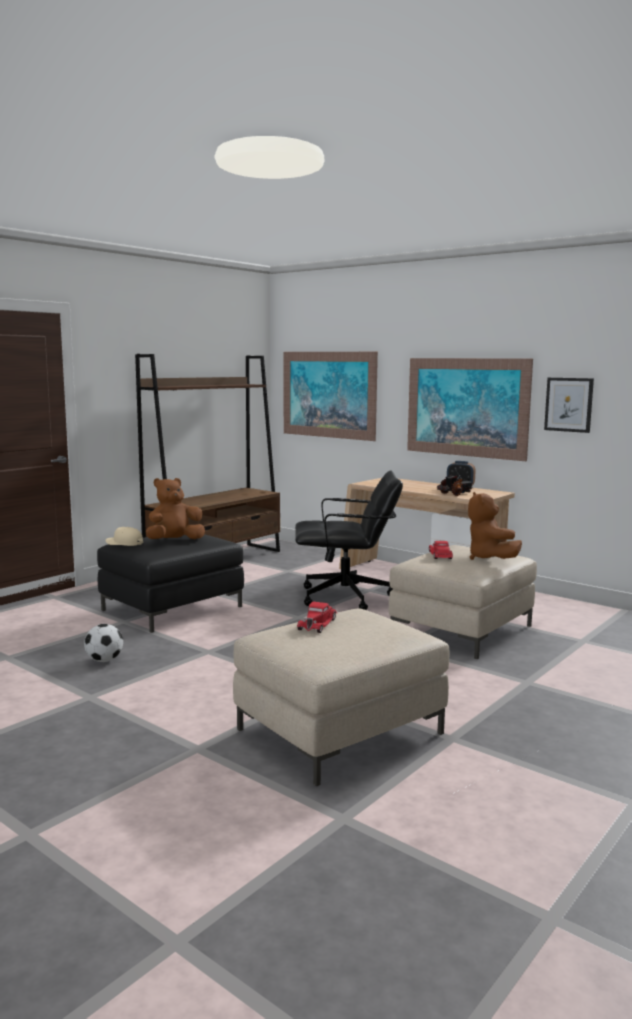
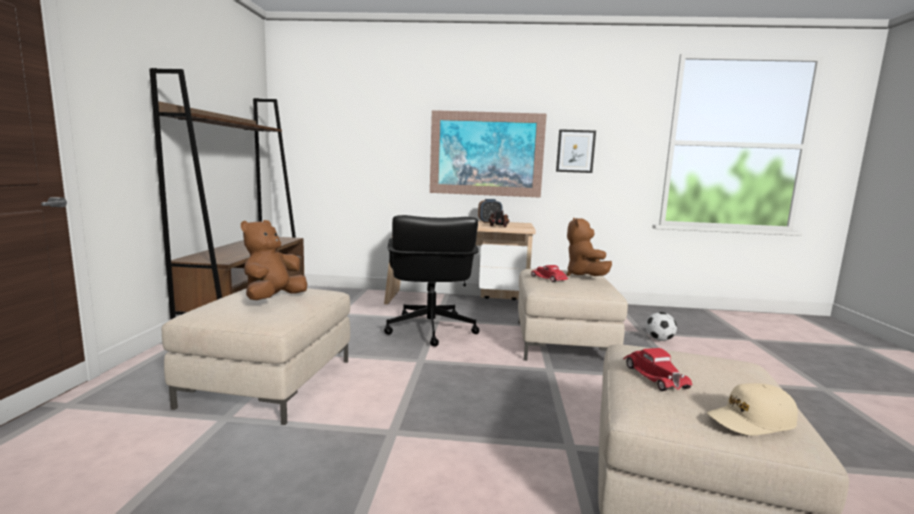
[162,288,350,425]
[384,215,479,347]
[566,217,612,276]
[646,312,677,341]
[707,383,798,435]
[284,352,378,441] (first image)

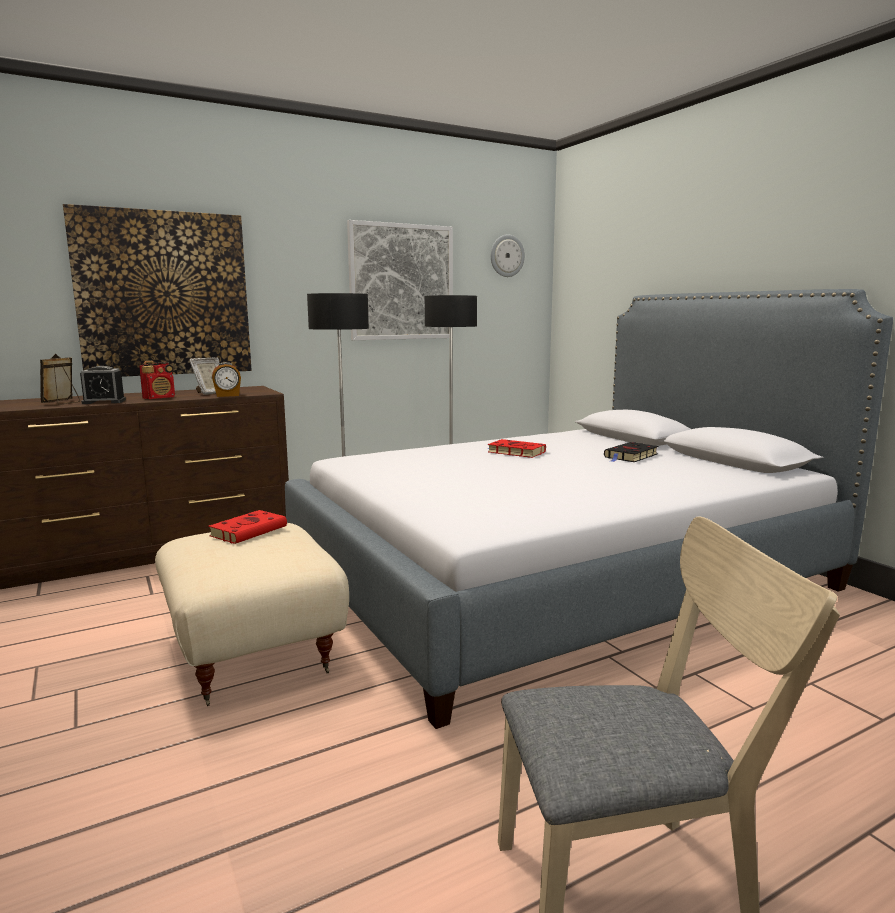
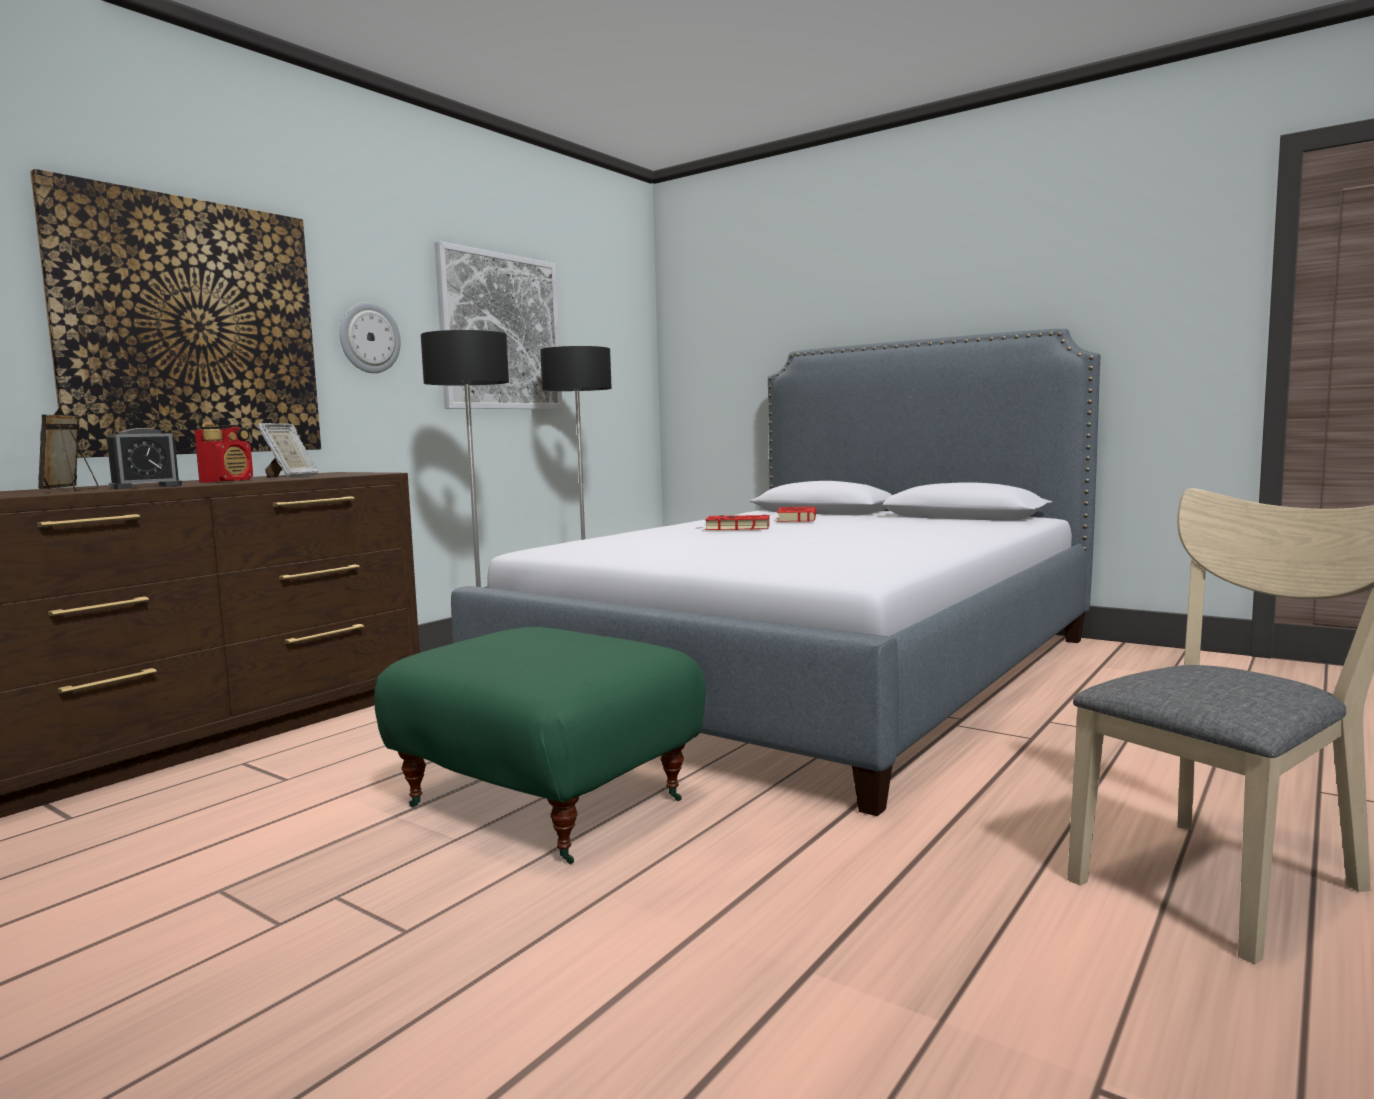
[340,302,401,373]
[374,627,705,864]
[777,506,816,522]
[212,362,241,397] (first image)
[604,442,658,462] (first image)

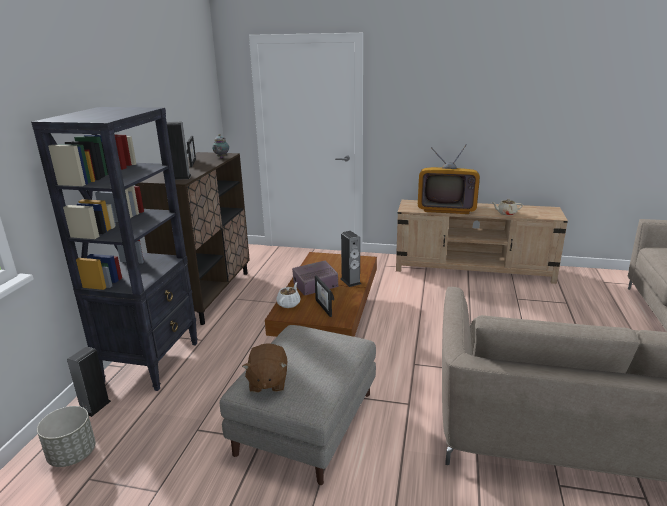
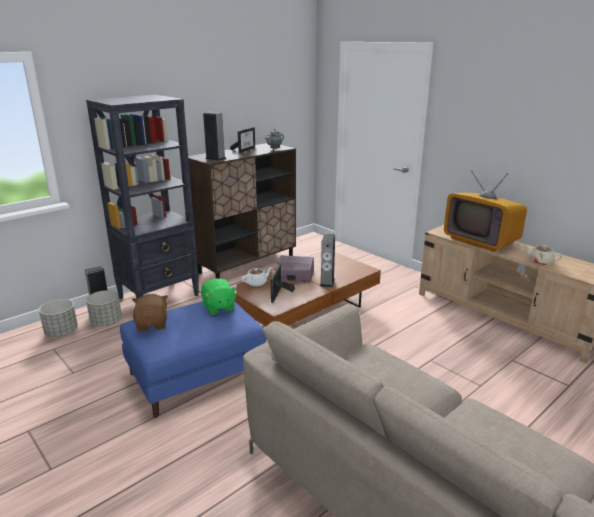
[86,290,122,327]
[120,301,266,418]
[132,294,168,331]
[201,278,237,315]

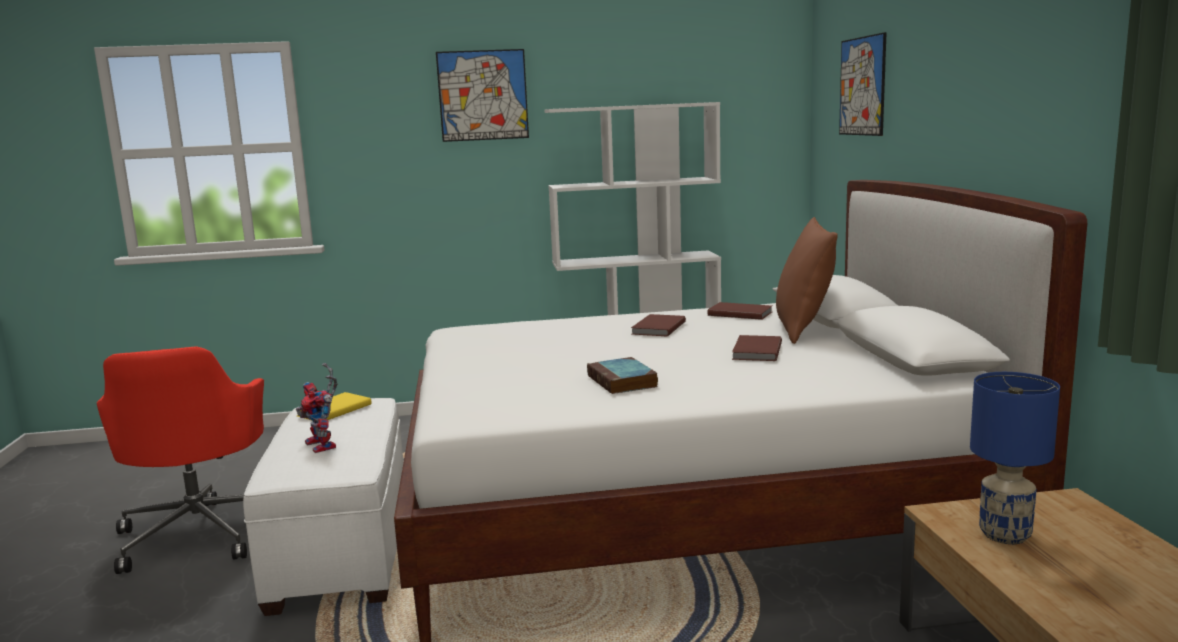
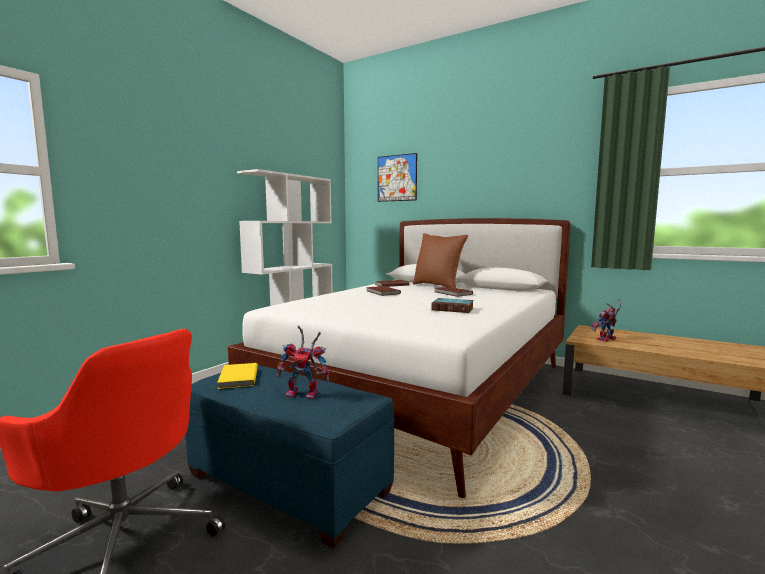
[185,365,395,549]
[591,299,621,342]
[436,49,529,142] (first image)

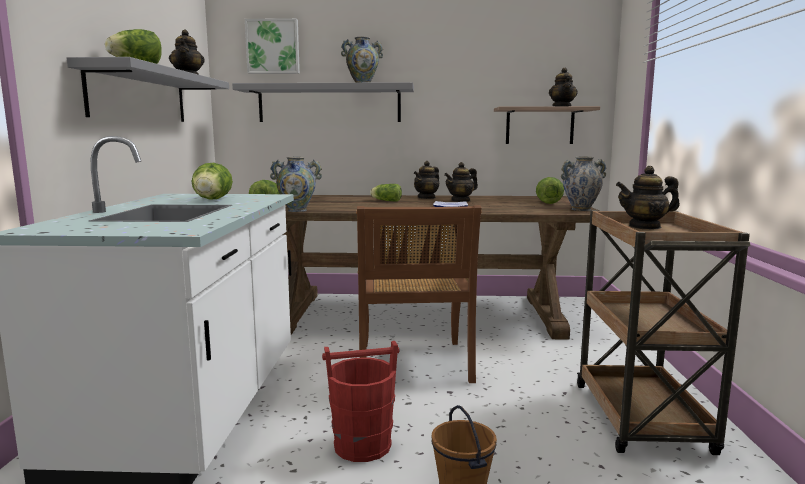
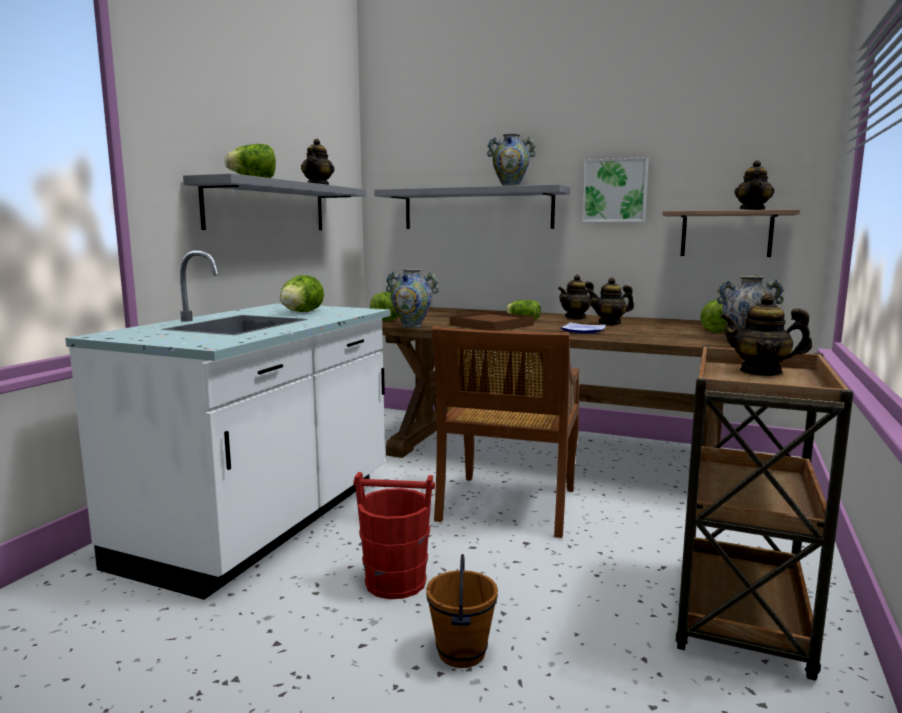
[450,311,534,331]
[582,157,649,222]

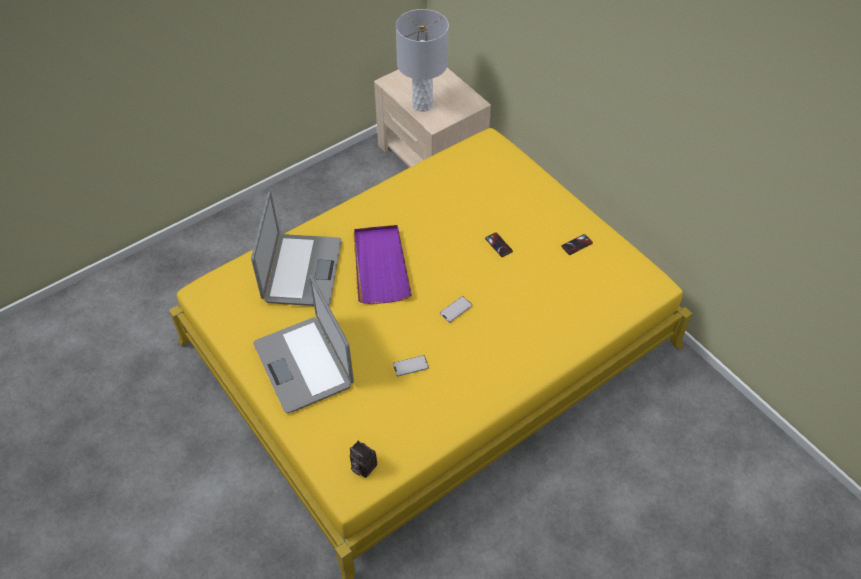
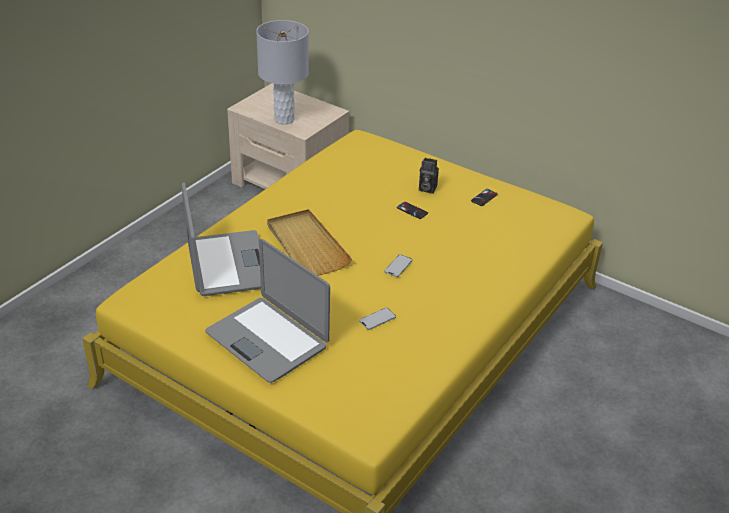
[267,209,352,276]
[419,158,439,194]

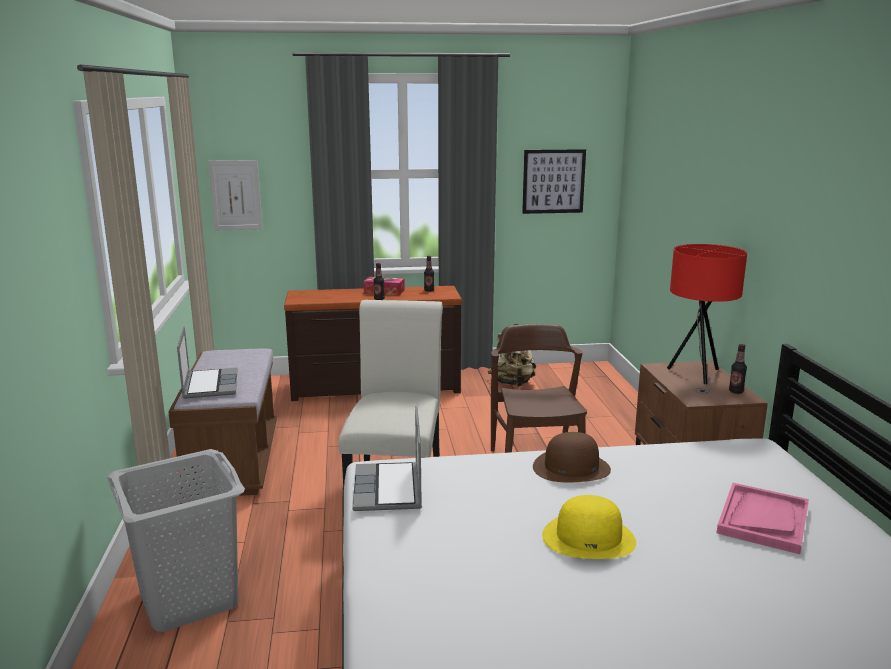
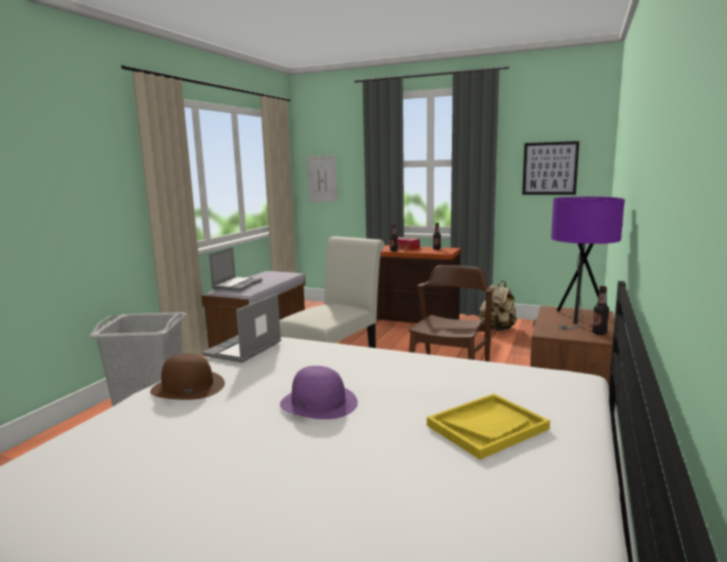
[150,353,225,400]
[280,366,358,419]
[427,394,550,460]
[551,197,625,330]

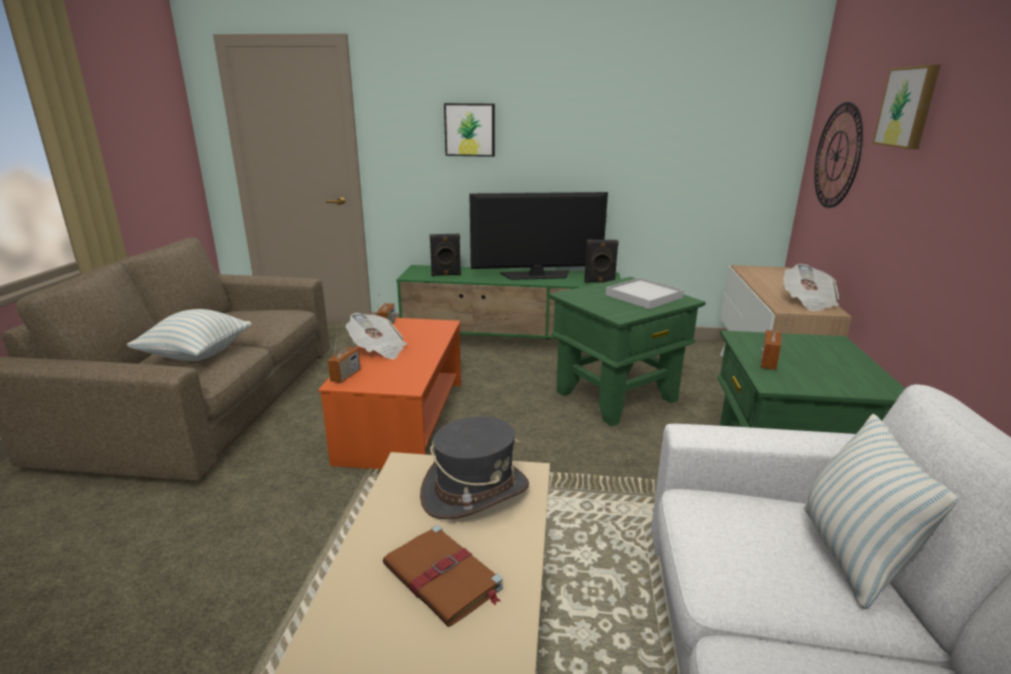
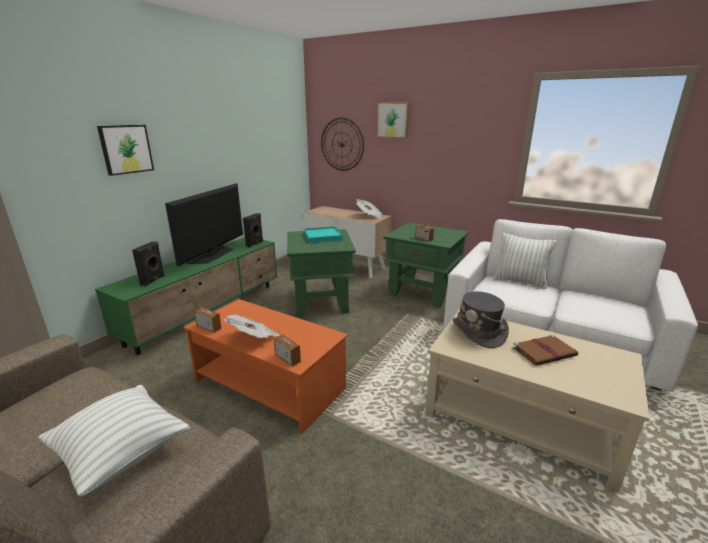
[304,226,342,243]

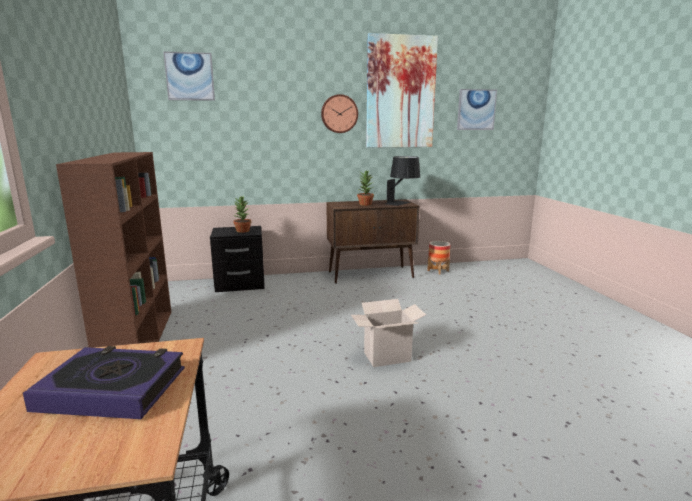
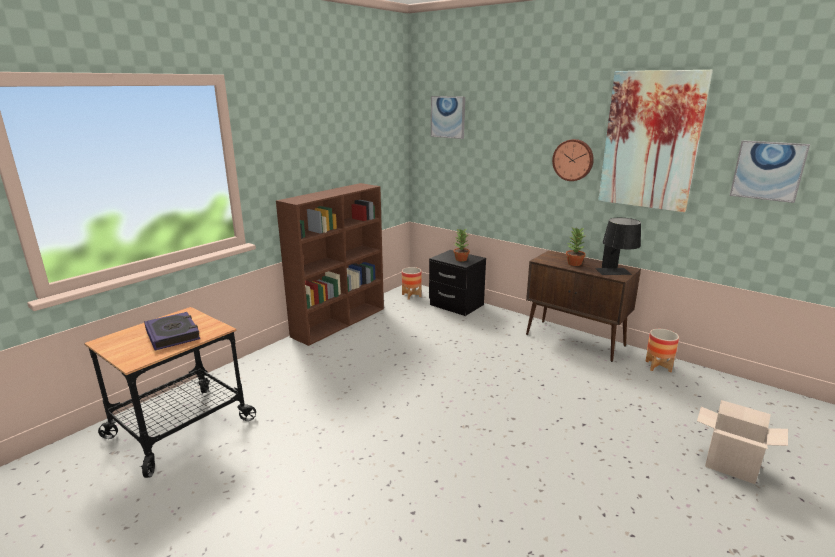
[402,267,422,300]
[697,400,788,484]

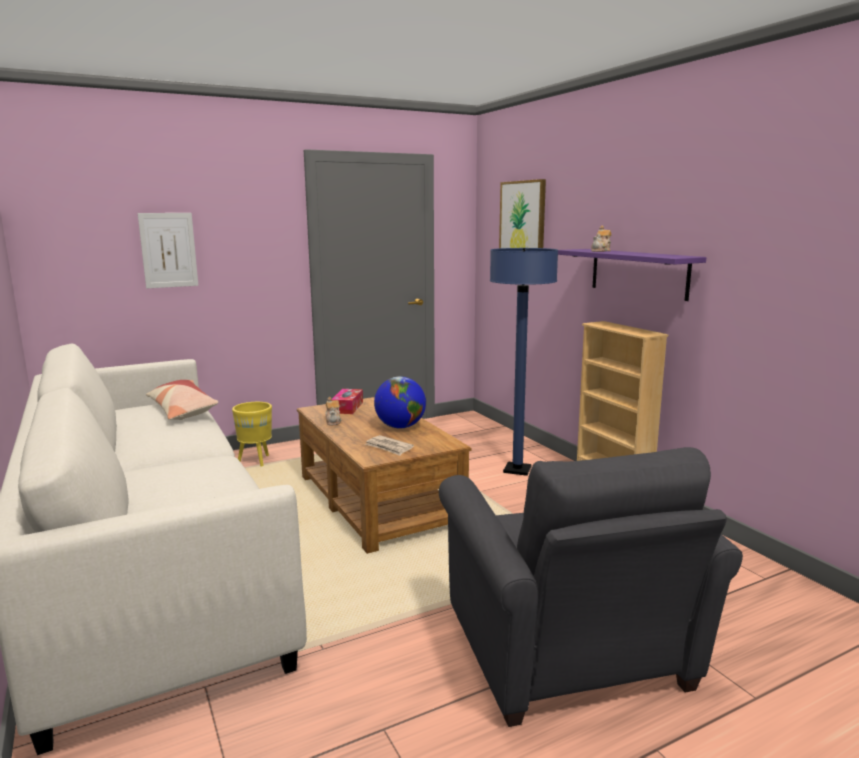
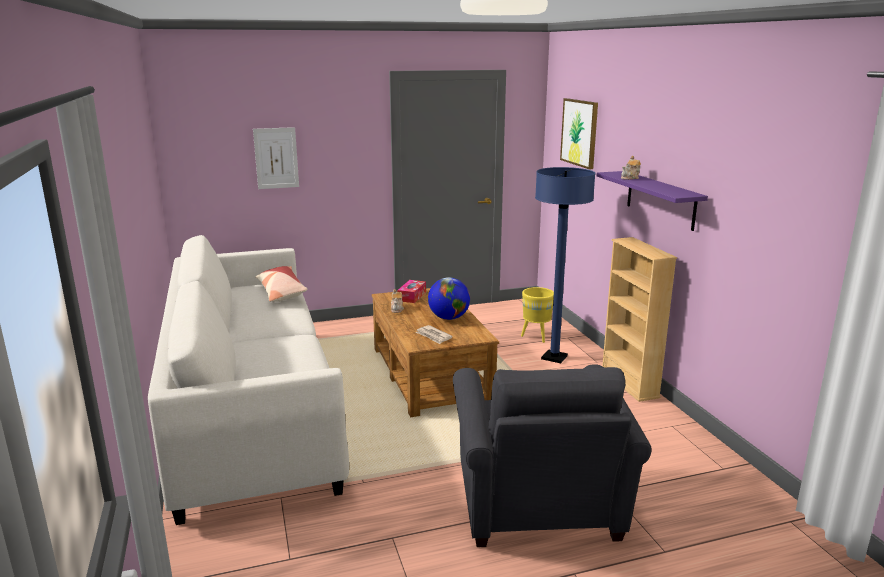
[521,287,554,343]

